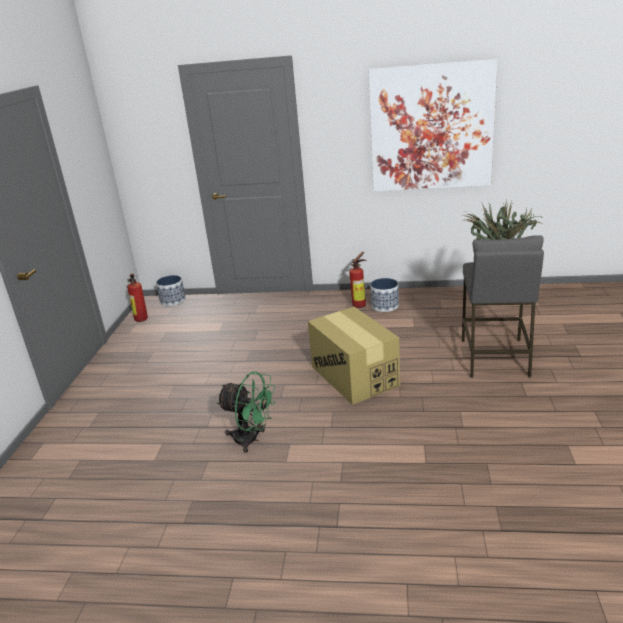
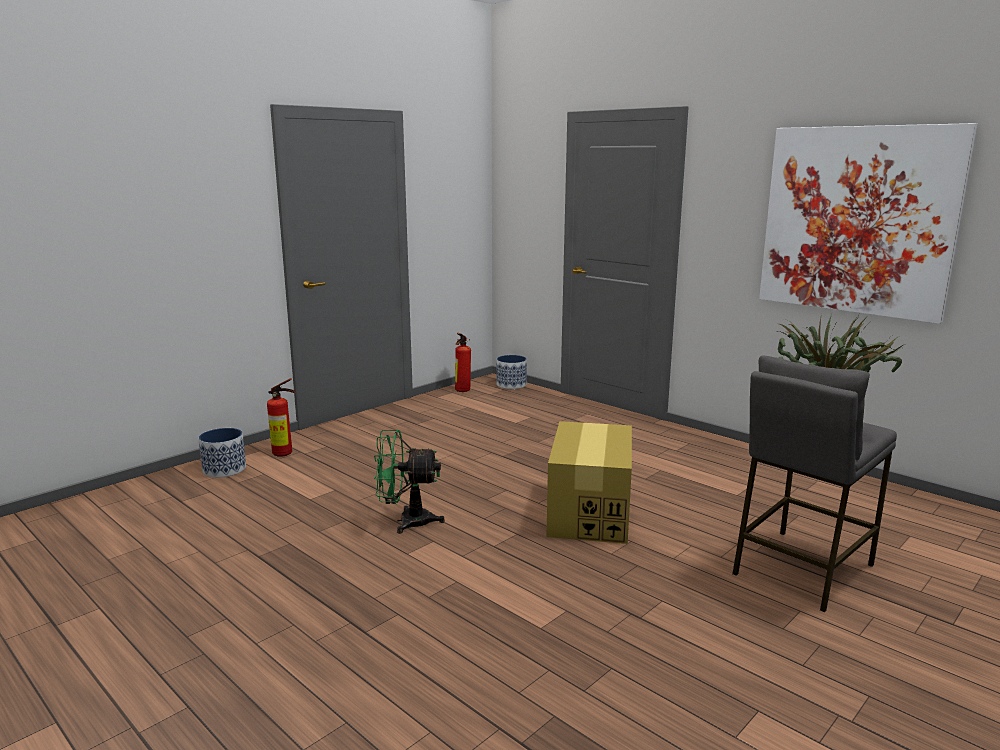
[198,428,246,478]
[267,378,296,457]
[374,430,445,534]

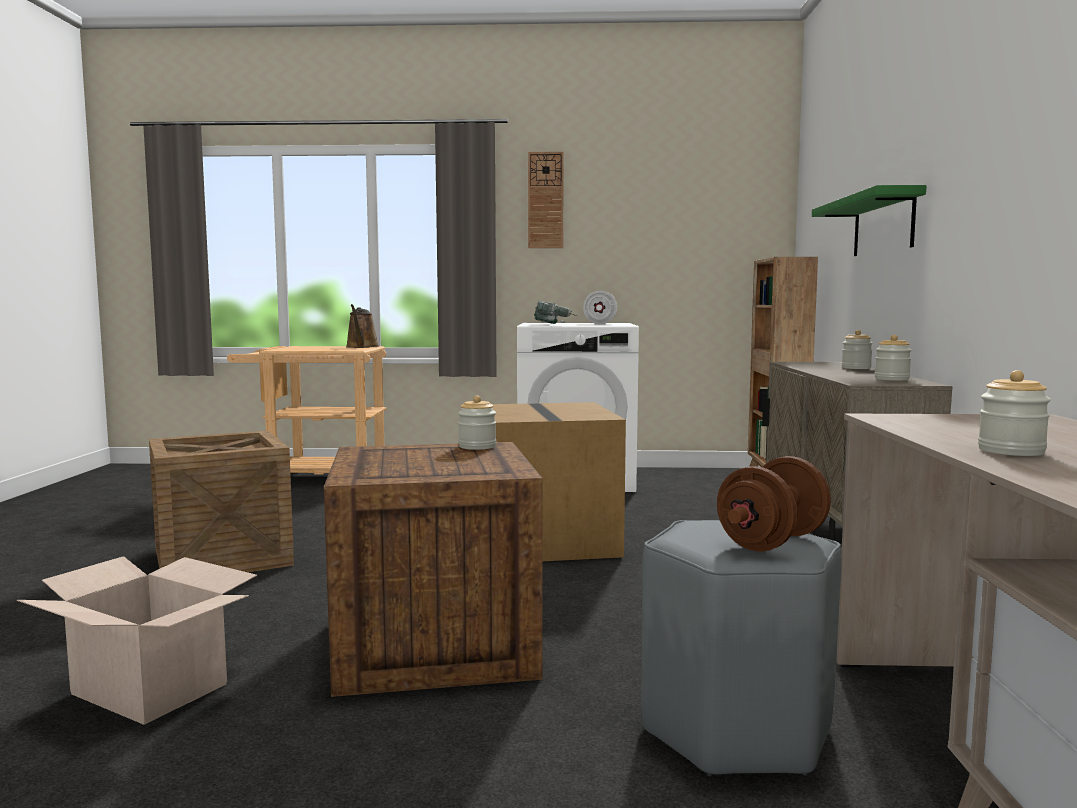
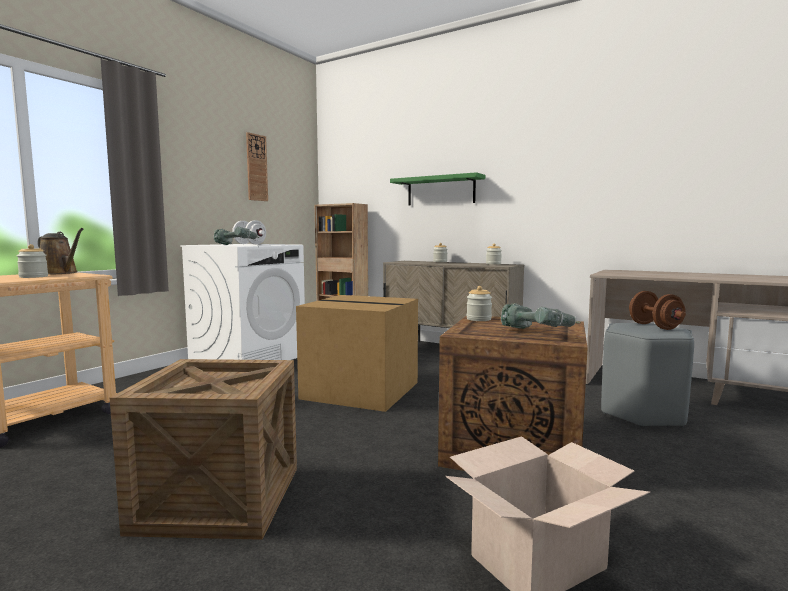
[17,244,48,278]
[246,132,268,201]
[501,303,581,329]

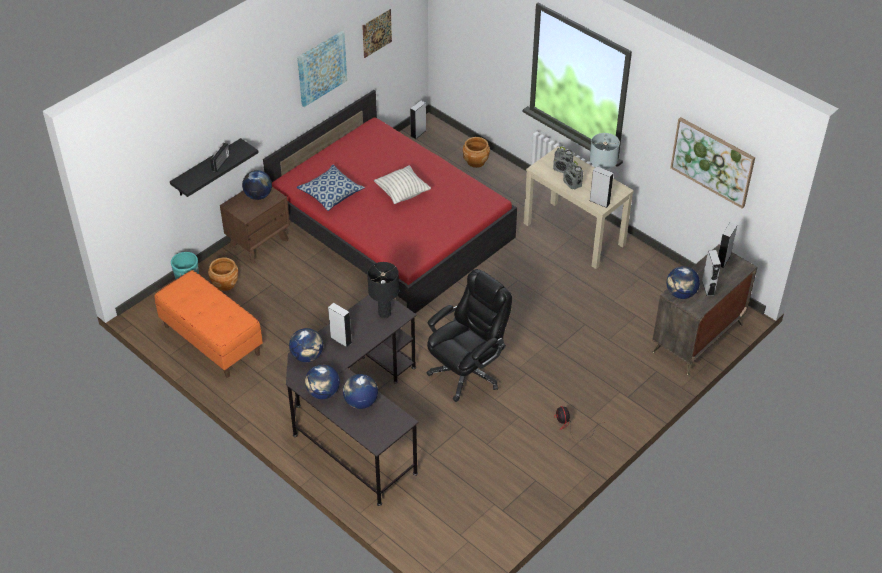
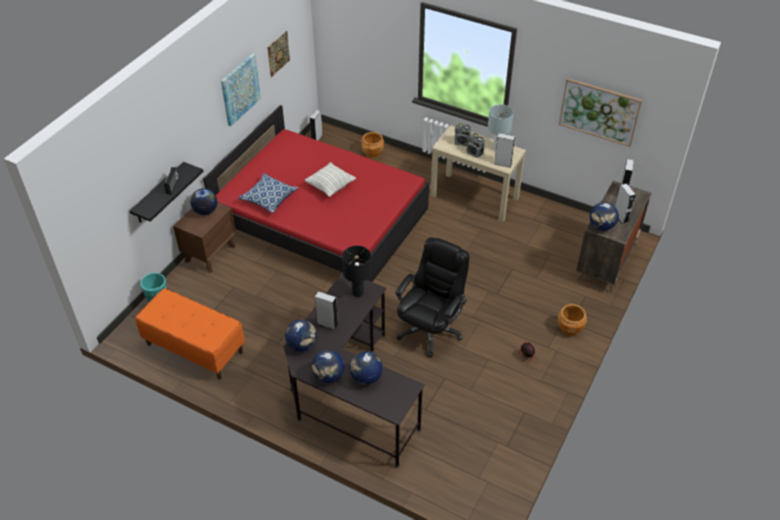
[558,304,587,336]

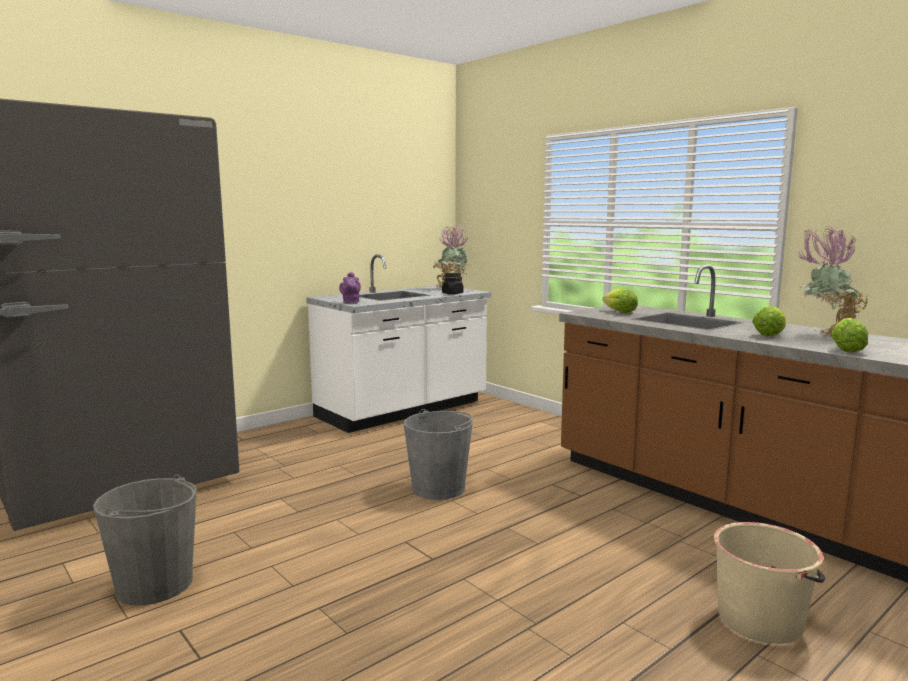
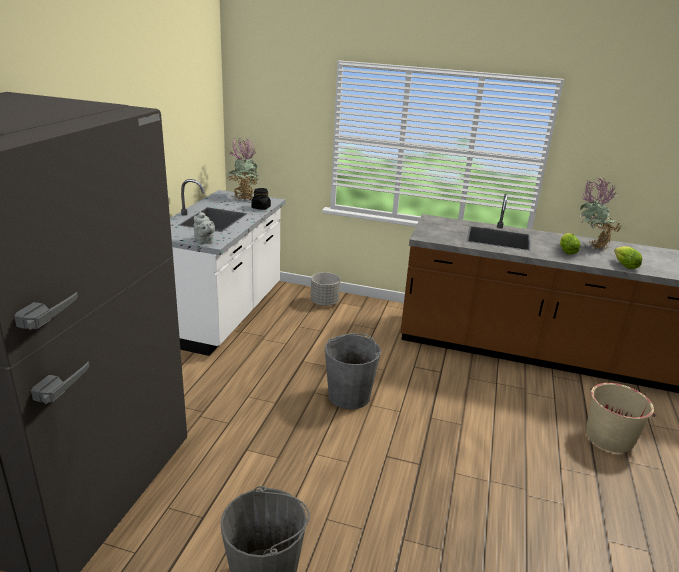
[193,212,215,244]
[311,272,340,306]
[602,288,638,313] (first image)

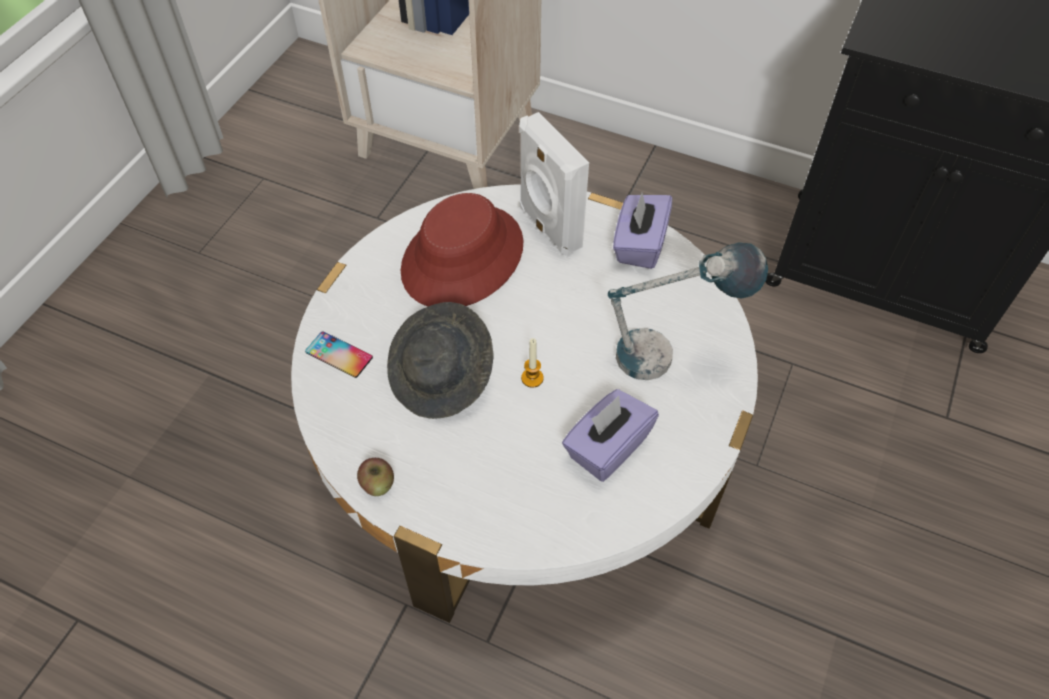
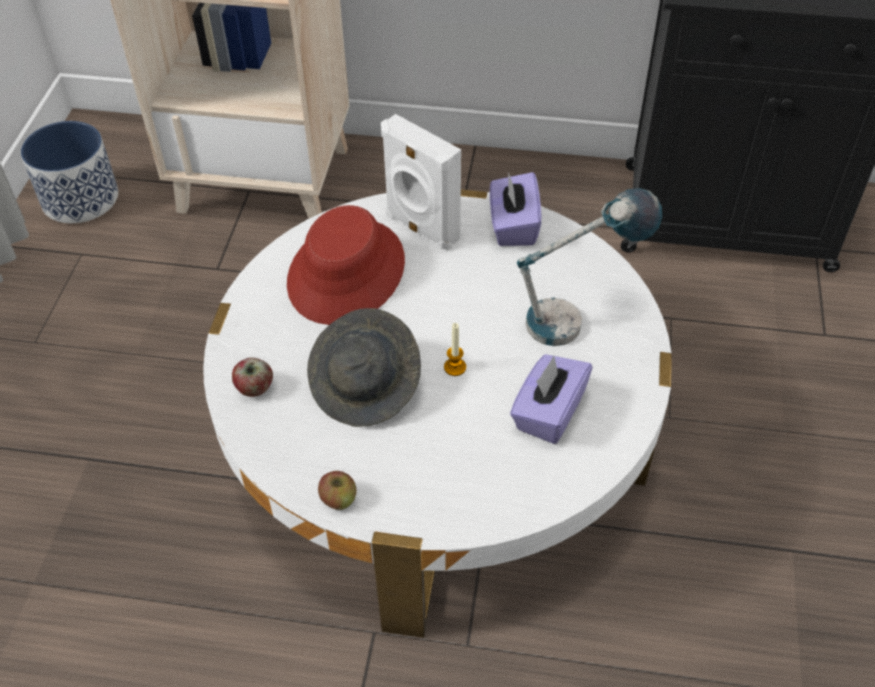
[21,121,118,223]
[232,358,273,397]

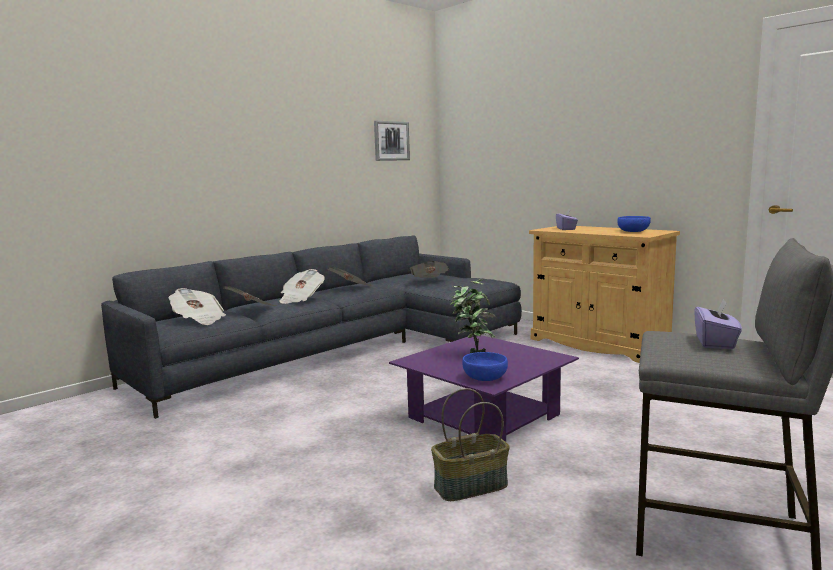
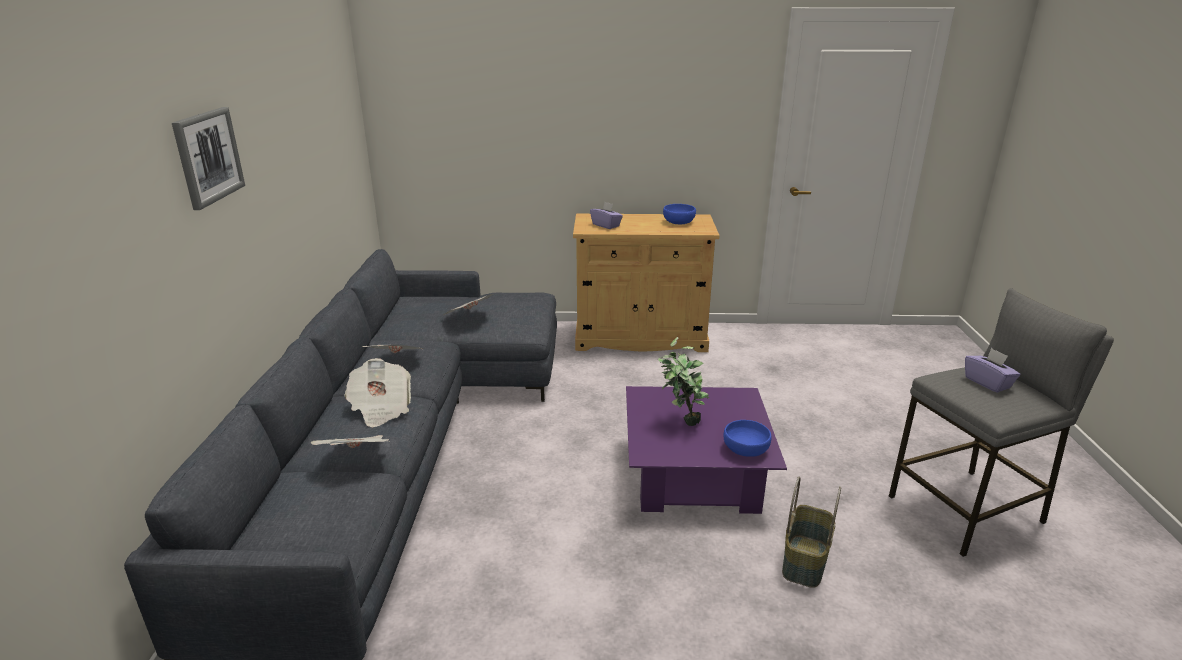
[172,107,245,210]
[169,288,226,325] (first image)

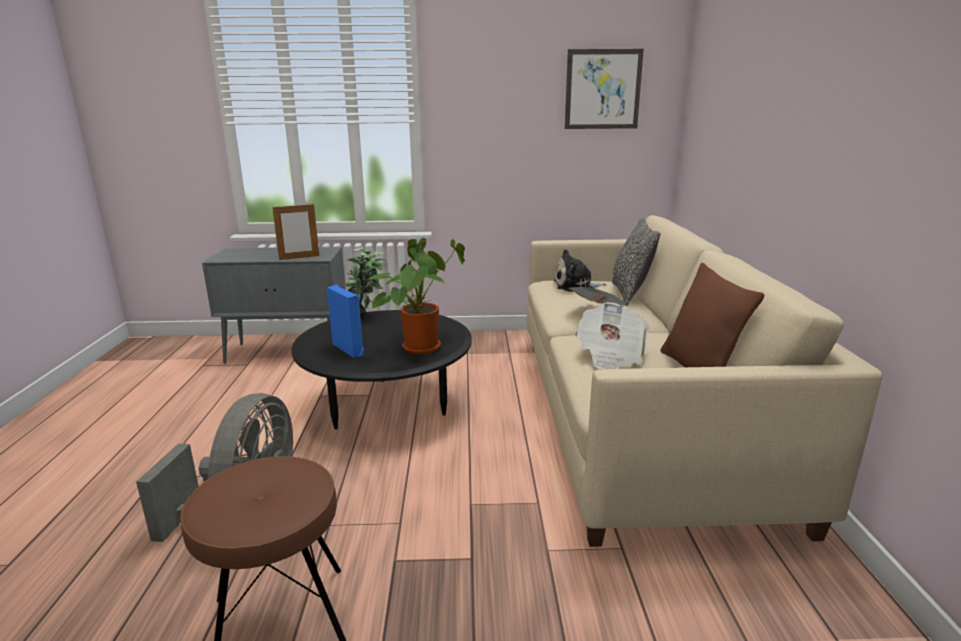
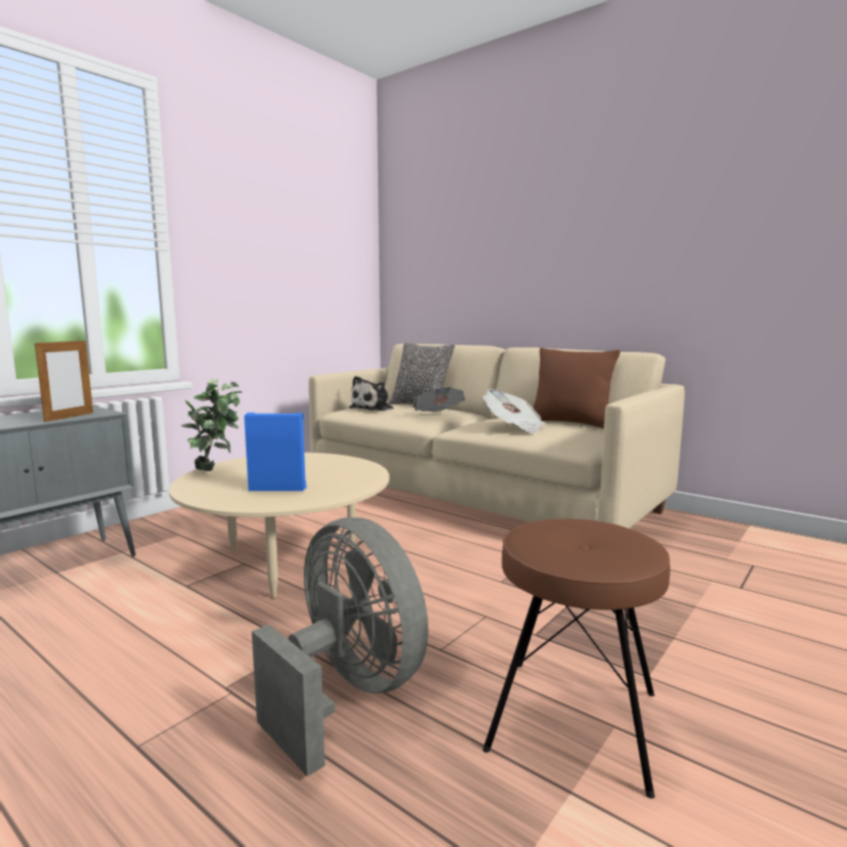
[169,453,389,598]
[369,238,465,354] (first image)
[565,49,644,129] (first image)

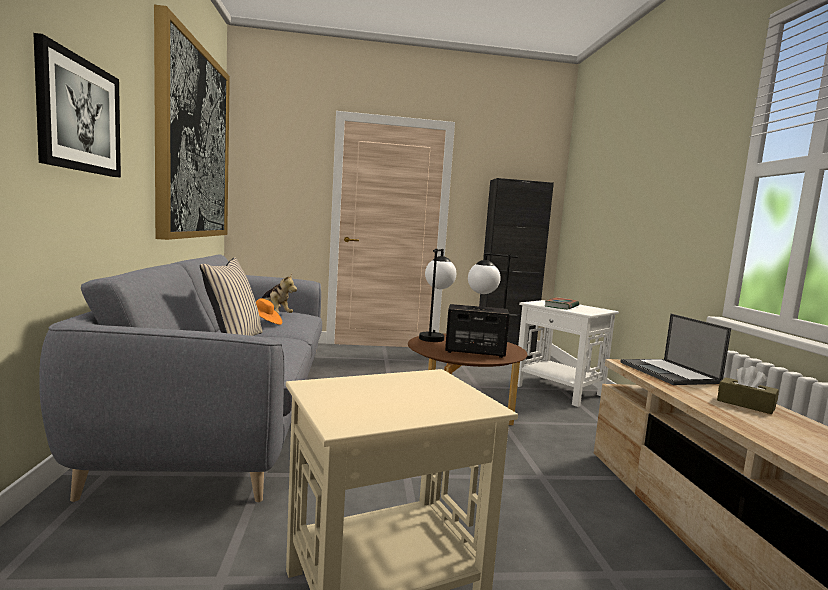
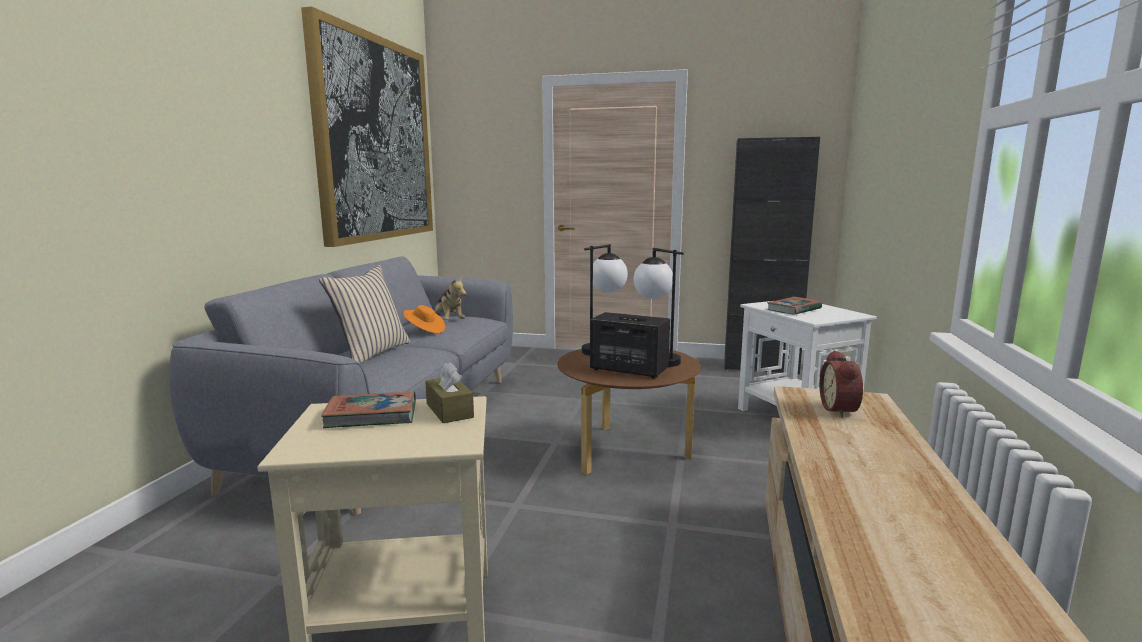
[321,391,416,428]
[425,362,474,423]
[819,350,863,418]
[33,33,121,178] (first image)

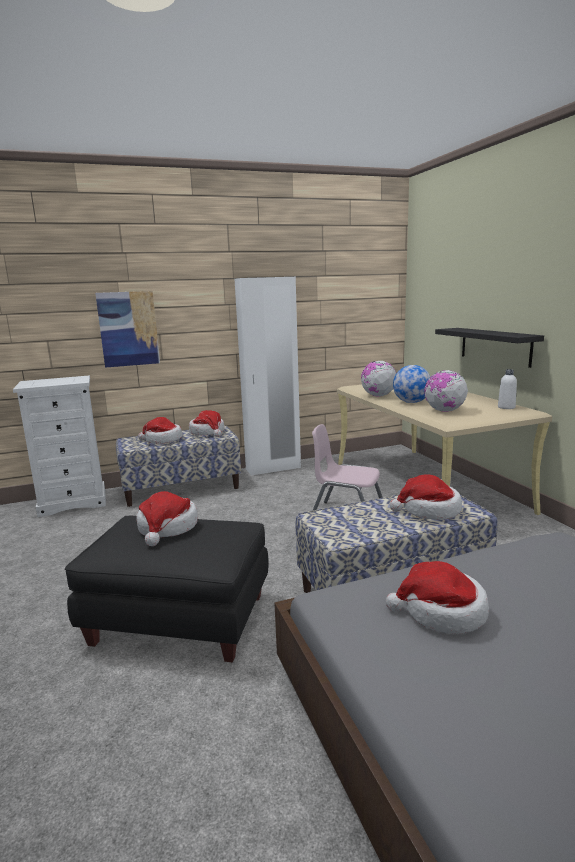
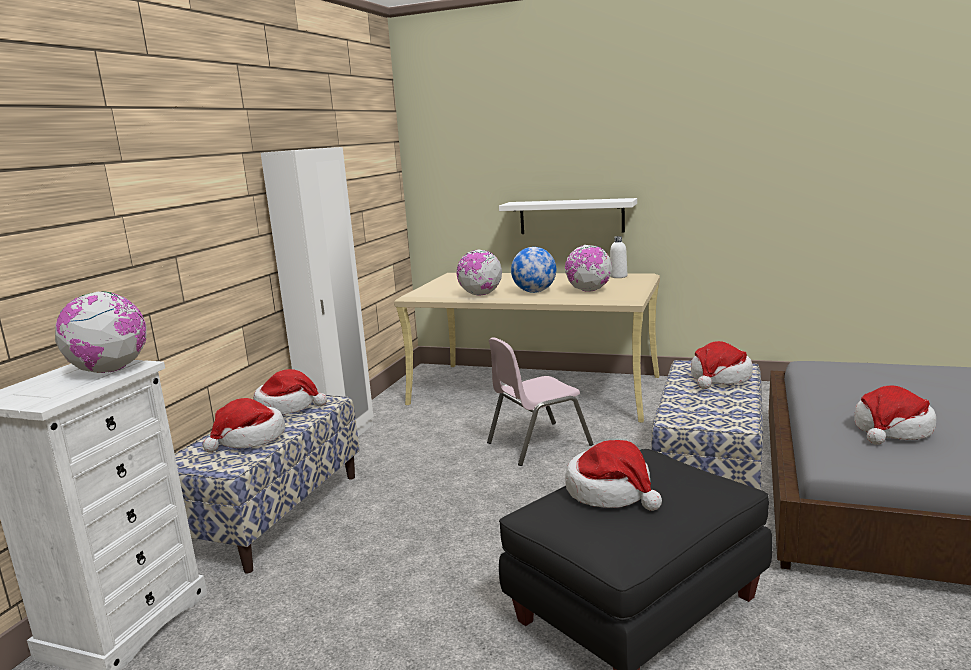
[55,291,147,373]
[499,198,637,234]
[95,291,160,368] (first image)

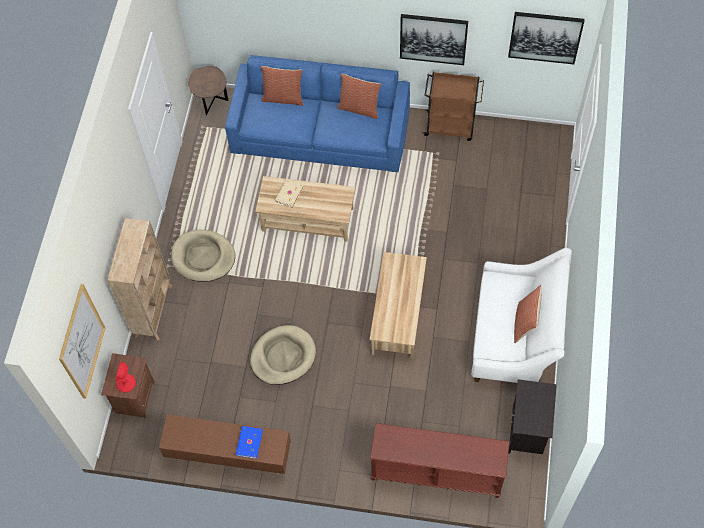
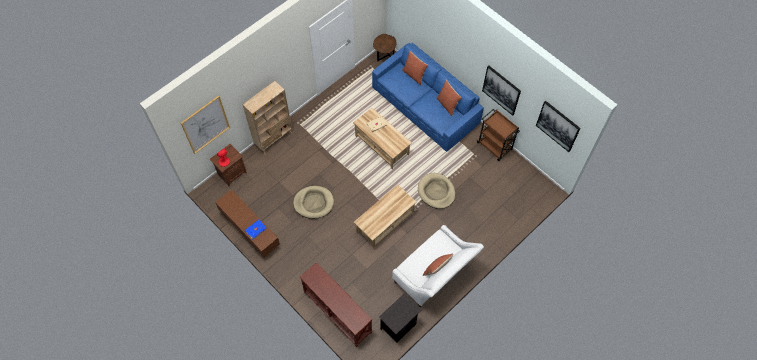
[418,173,456,209]

